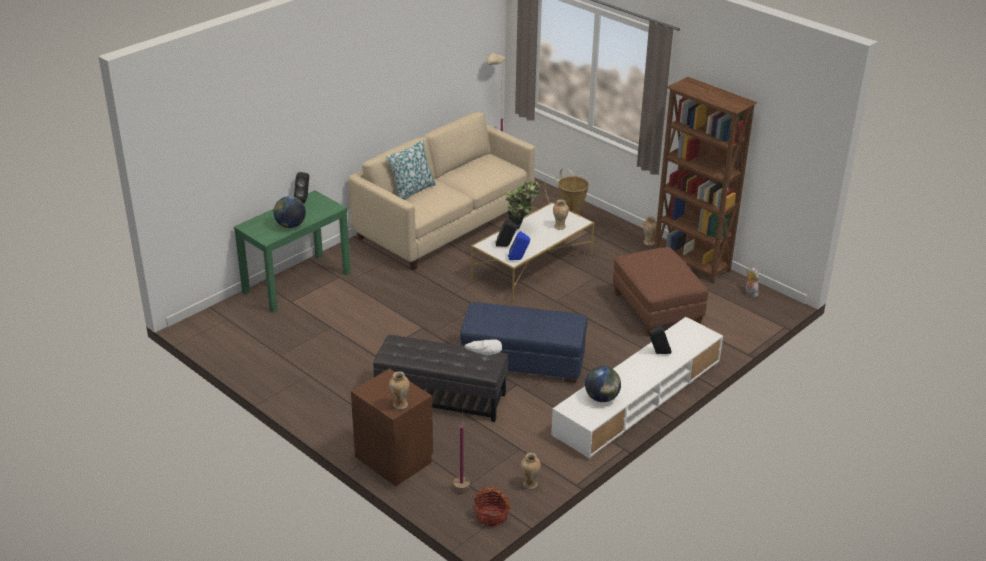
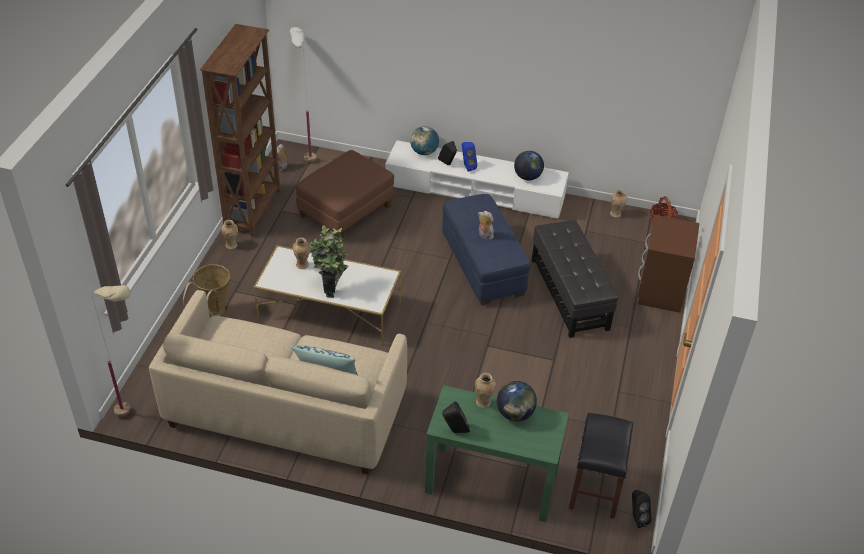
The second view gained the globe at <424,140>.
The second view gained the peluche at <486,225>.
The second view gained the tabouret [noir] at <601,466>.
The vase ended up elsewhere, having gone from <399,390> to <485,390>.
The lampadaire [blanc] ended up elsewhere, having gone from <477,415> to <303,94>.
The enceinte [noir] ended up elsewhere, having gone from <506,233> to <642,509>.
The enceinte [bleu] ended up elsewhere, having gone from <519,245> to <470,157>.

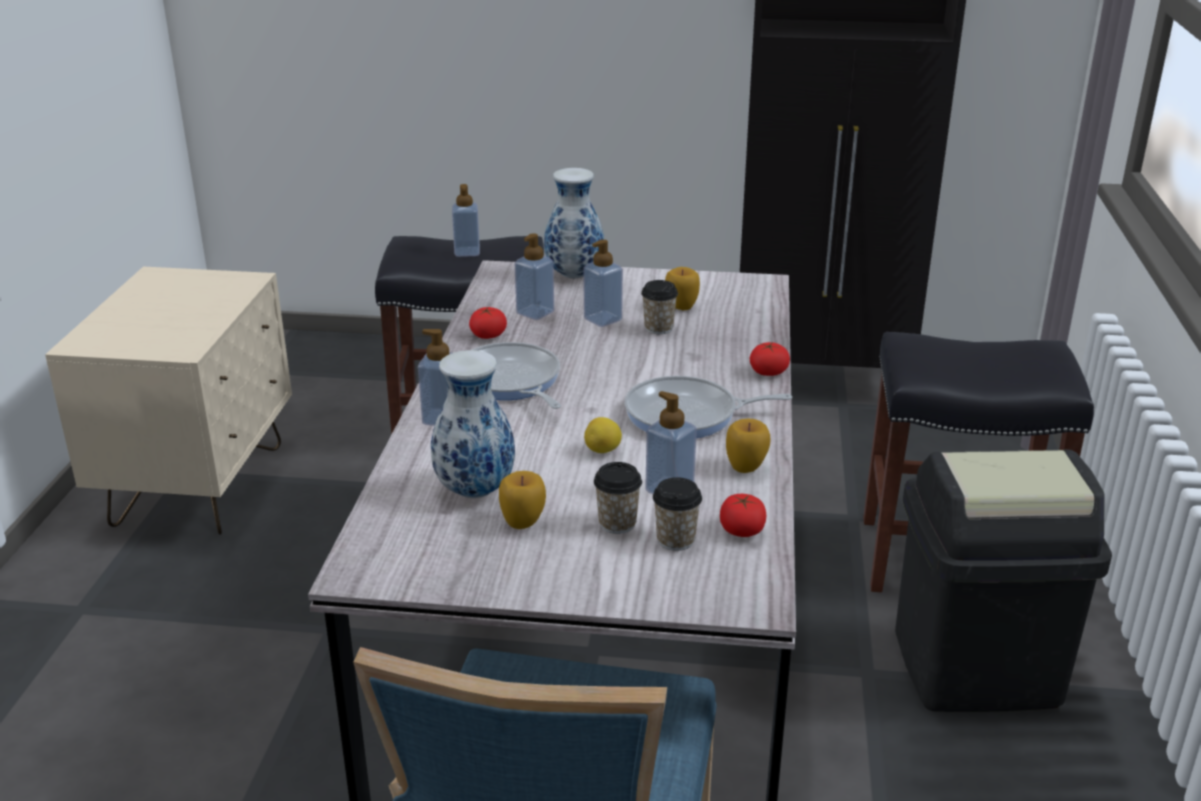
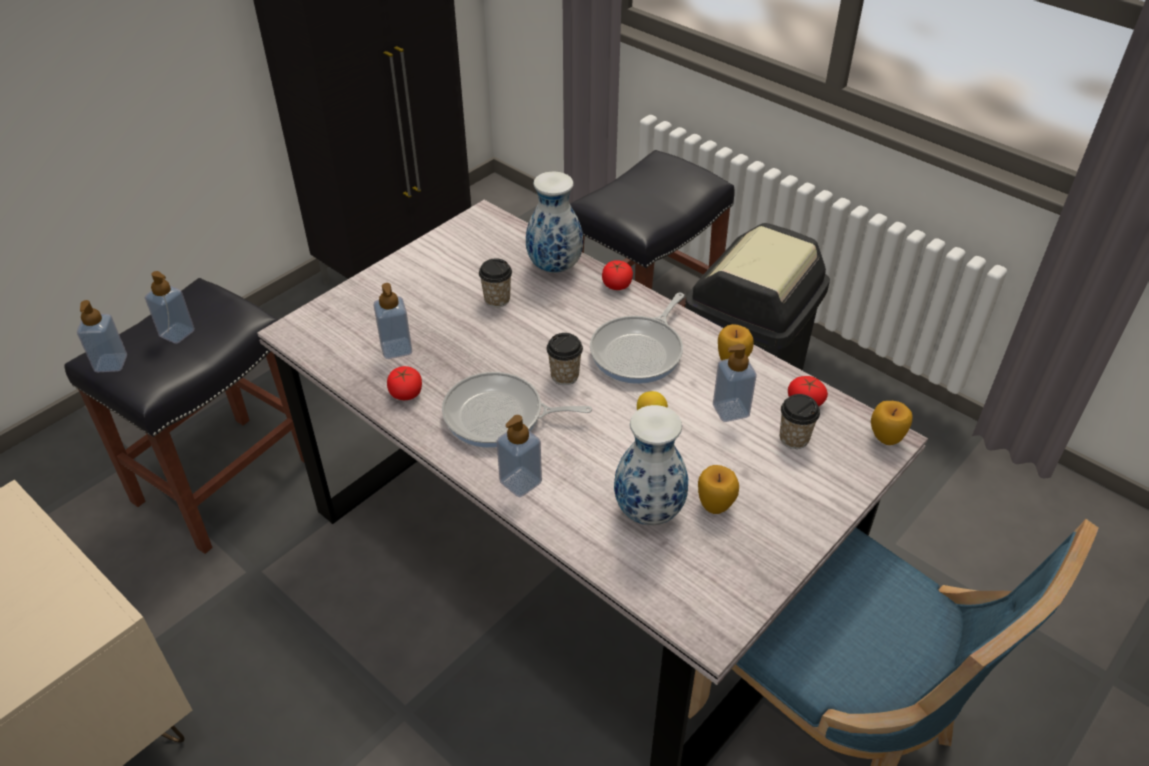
The vase ended up elsewhere, having gone from <574,223> to <554,222>.
The distributeur de savon ended up elsewhere, having gone from <603,283> to <102,336>.
The tasse ended up elsewhere, having gone from <618,498> to <565,359>.
The pomme ended up elsewhere, having gone from <682,288> to <892,423>.

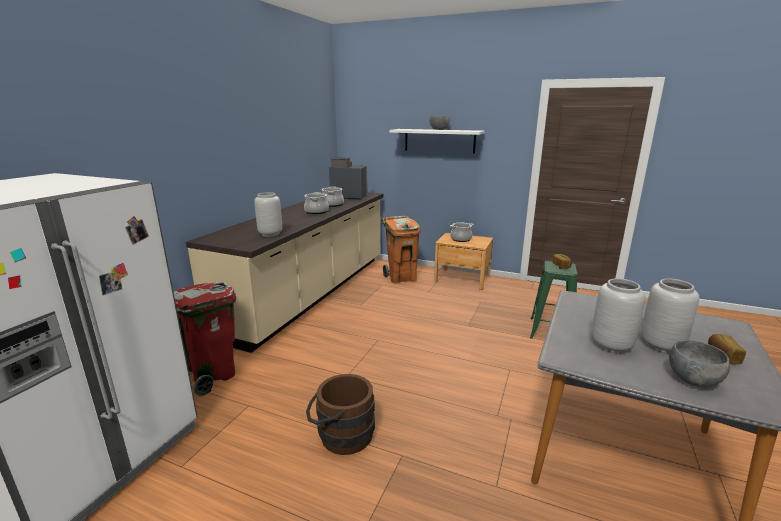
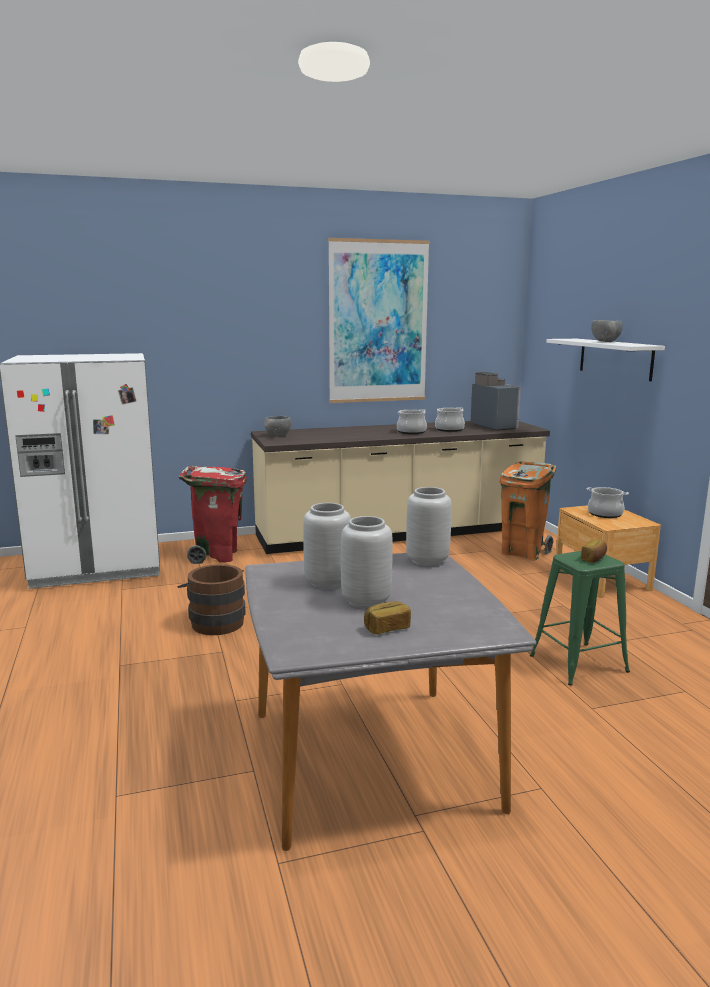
The second view gained the tableau at <379,320>.
The vase [gris] ended up elsewhere, having gone from <268,214> to <429,526>.
The bol [gris] ended up elsewhere, having gone from <699,363> to <277,426>.

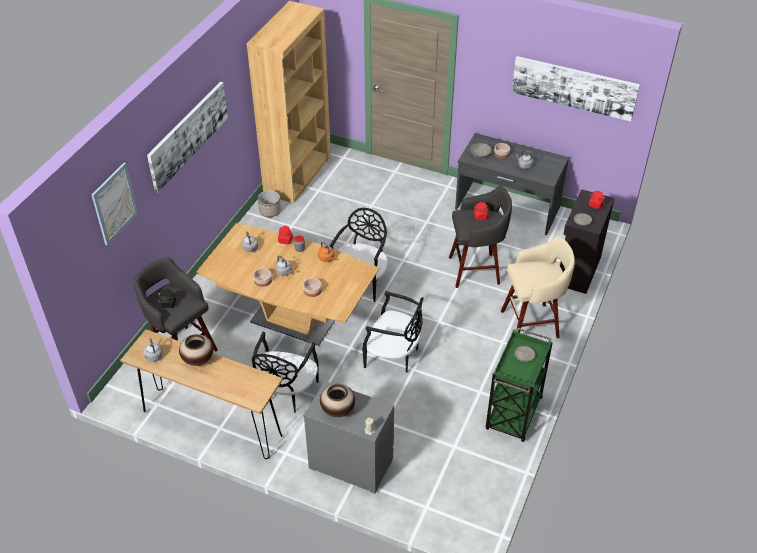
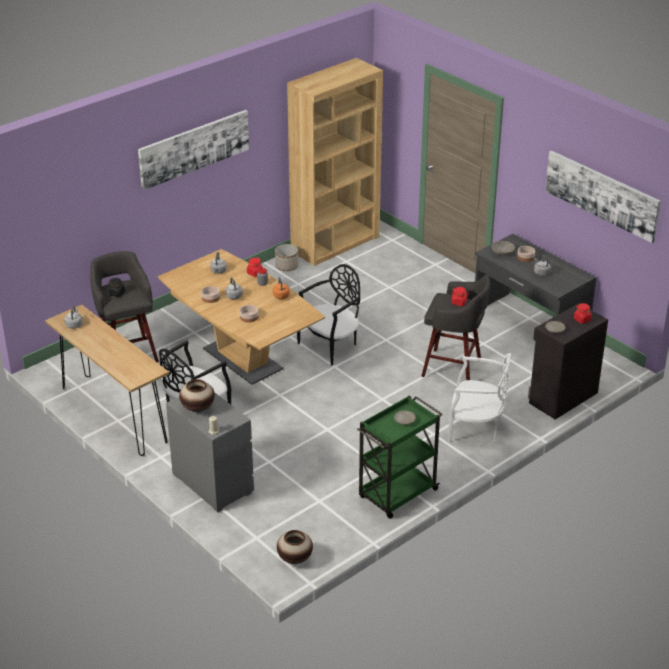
The second view lost the tableau at <115,204>.
The second view lost the chaise [noir] at <393,332>.
The vase ended up elsewhere, having gone from <196,350> to <295,547>.
Where the tabouret [beige] stood at <538,287>, the chaise [blanc] came to stand at <479,397>.

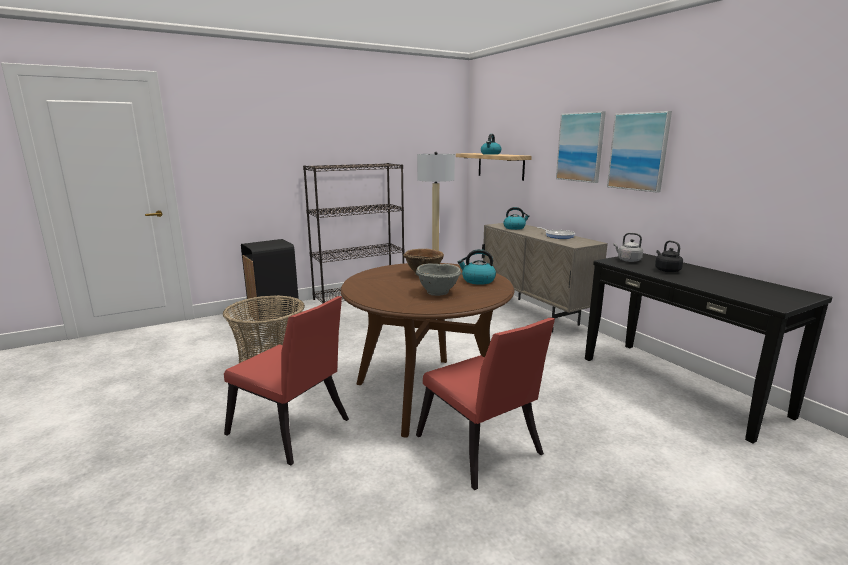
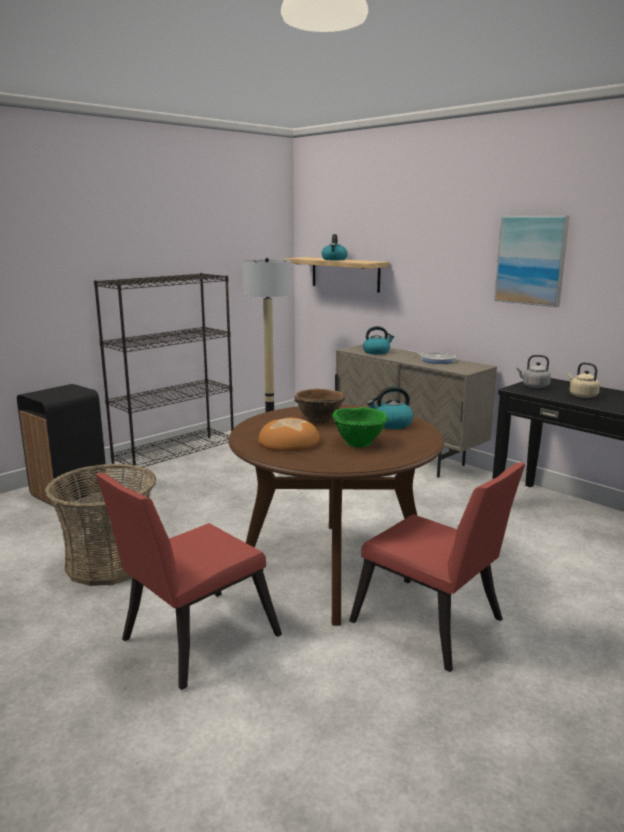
The second view lost the tableau at <581,147>.
The second view gained the pain at <289,434>.
What was the bol [gris] at <439,280> turned into the bol [vert] at <360,427>.
What was the bouilloire [noir] at <669,256> turned into the bouilloire [beige] at <584,380>.
The chaise [rouge] at <286,381> ended up facing another way, 120 degrees clockwise from before.

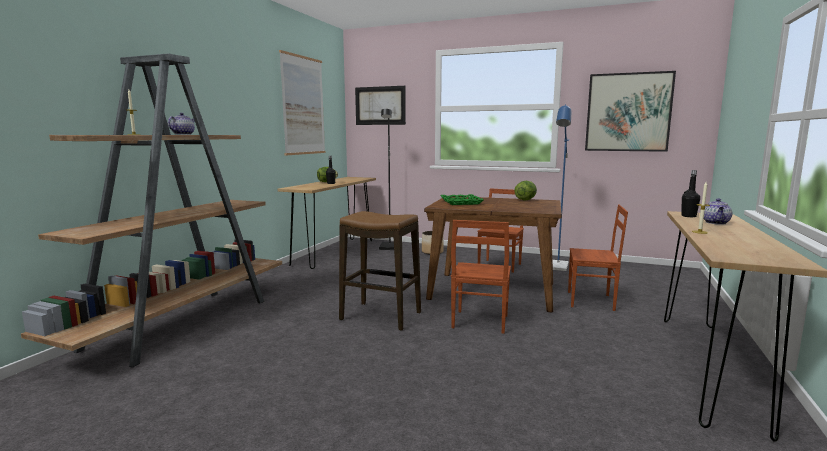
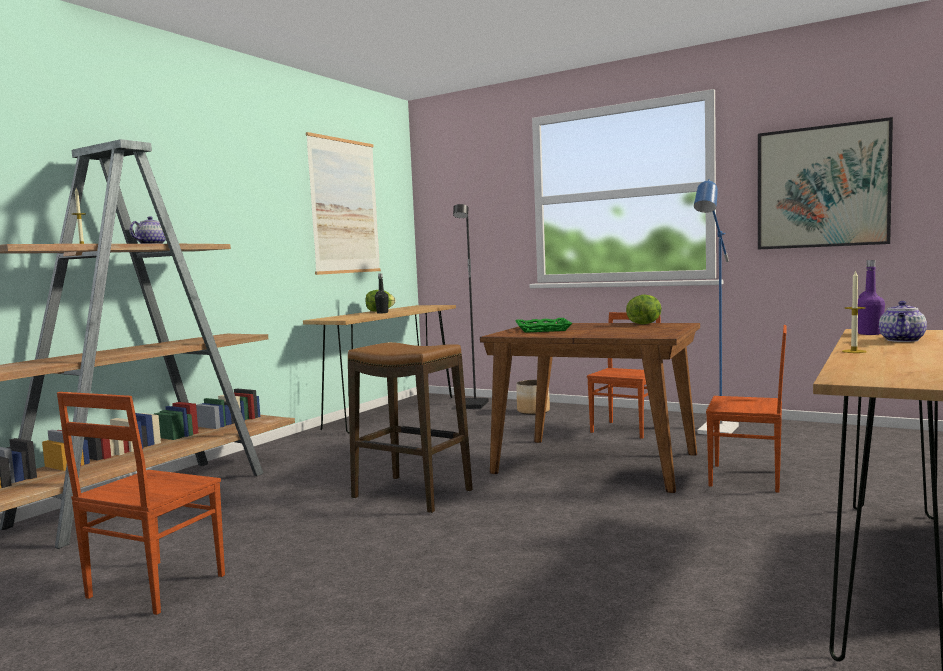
The second view lost the tableau at <380,105>.
The chaise [marron] ended up elsewhere, having gone from <481,277> to <141,503>.
What was the bouteille [noir] at <690,193> turned into the bouteille [violet] at <871,297>.

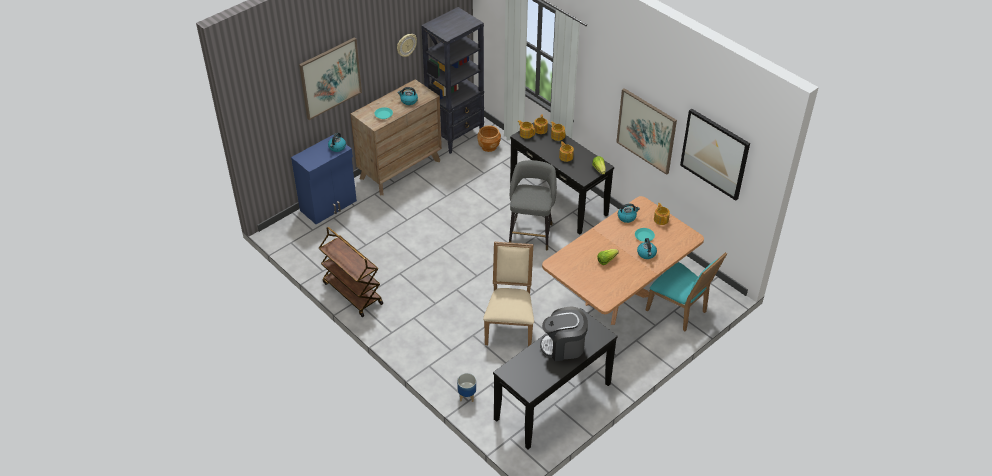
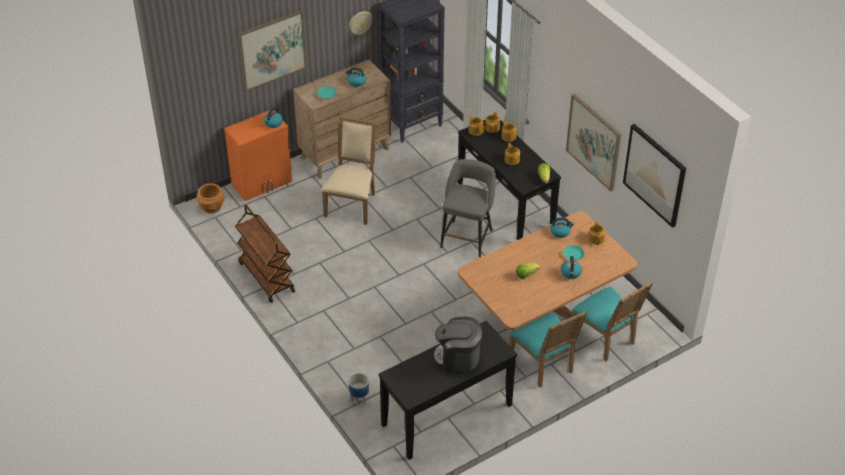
The second view gained the chaise [turquoise] at <548,349>.
The cache-pot [marron] ended up elsewhere, having gone from <489,138> to <210,198>.
The chaise [beige] ended up elsewhere, having gone from <508,294> to <348,171>.
What was the meuble de rangement [bleu] at <324,179> turned into the meuble de rangement [orange] at <258,155>.

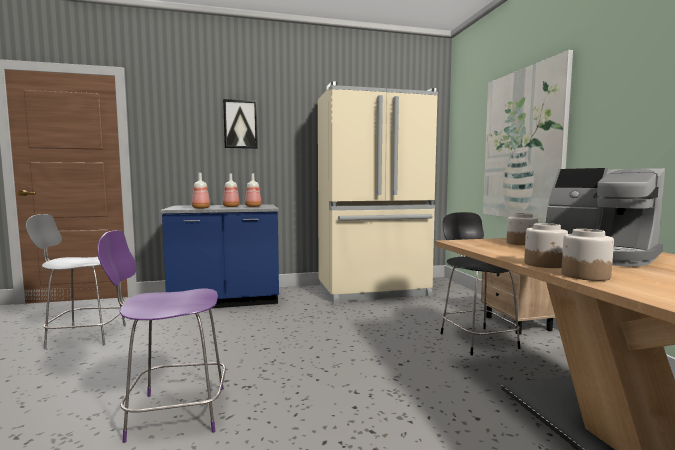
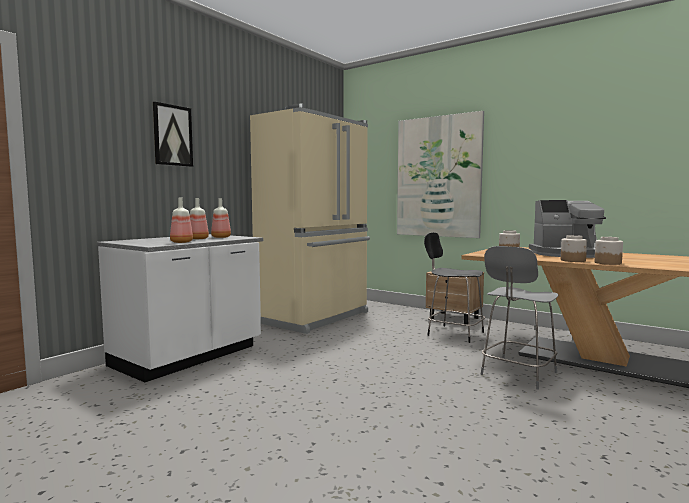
The second view lost the chaise [violet] at <161,336>.
The chaise [gris] ended up elsewhere, having gone from <76,281> to <520,318>.
What was the comptoir de cuisine [bleu] at <219,256> turned into the comptoir de cuisine [blanc] at <180,308>.

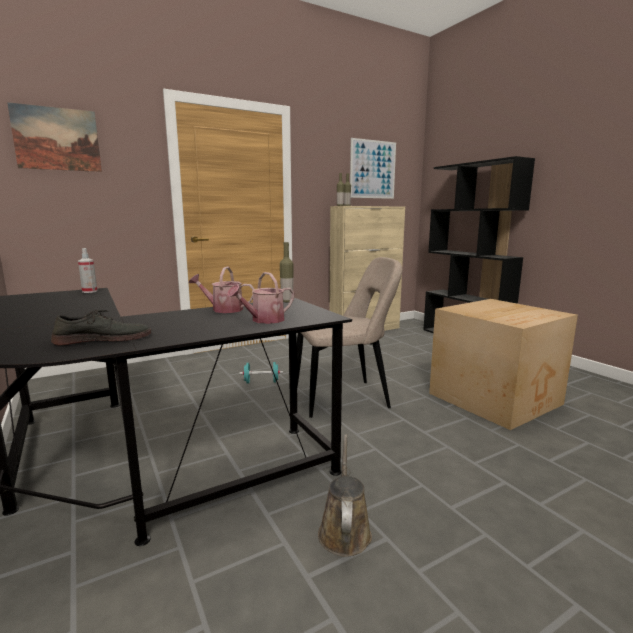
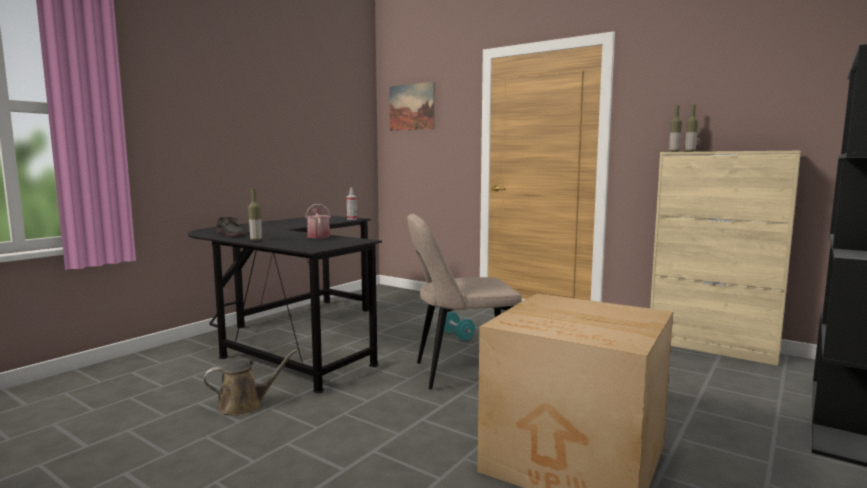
The second view lost the arrosoir at <260,298>.
The second view lost the tableau at <373,168>.
The bouteille ended up elsewhere, having gone from <286,272> to <255,215>.
The chaise [beige] at <350,337> ended up facing another way, 120 degrees clockwise from before.

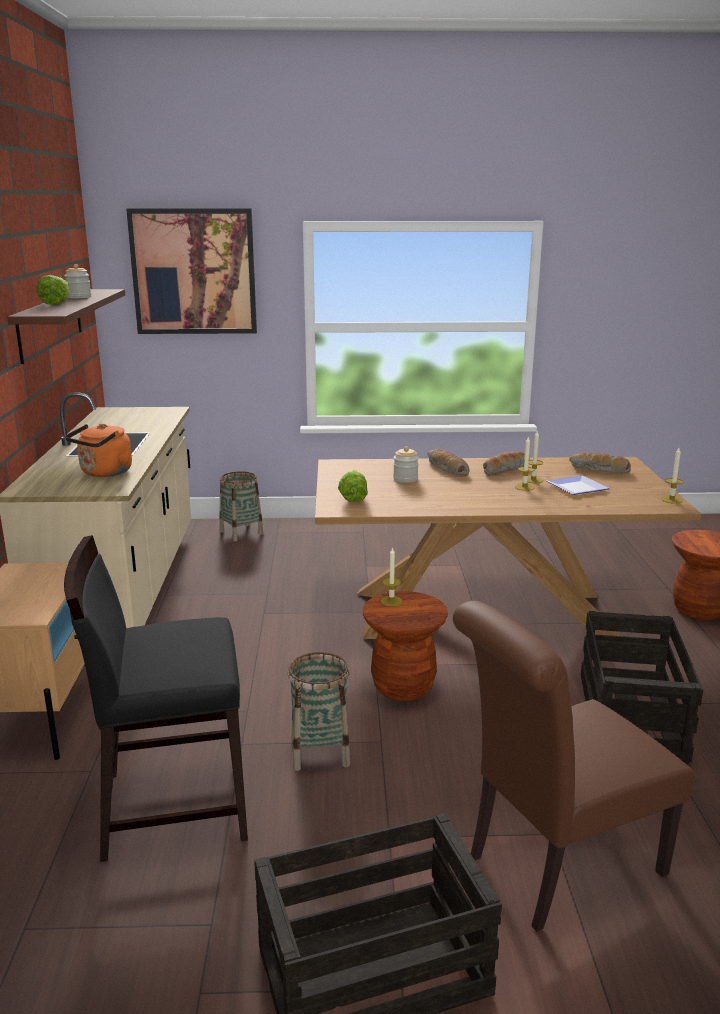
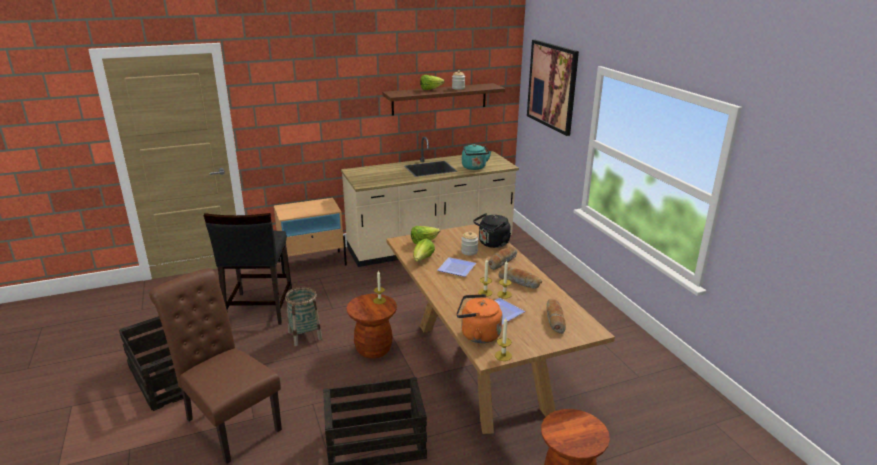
The second view lost the panier at <241,506>.
The second view gained the laitue at <424,250>.
The second view gained the assiette at <456,267>.
The second view gained the bouilloire [turquoise] at <476,157>.
The second view gained the bouilloire [noir] at <492,230>.
The bouilloire [orange] ended up elsewhere, having gone from <98,450> to <479,318>.
The chaise [noir] at <156,698> ended up facing another way, 150 degrees counterclockwise from before.

